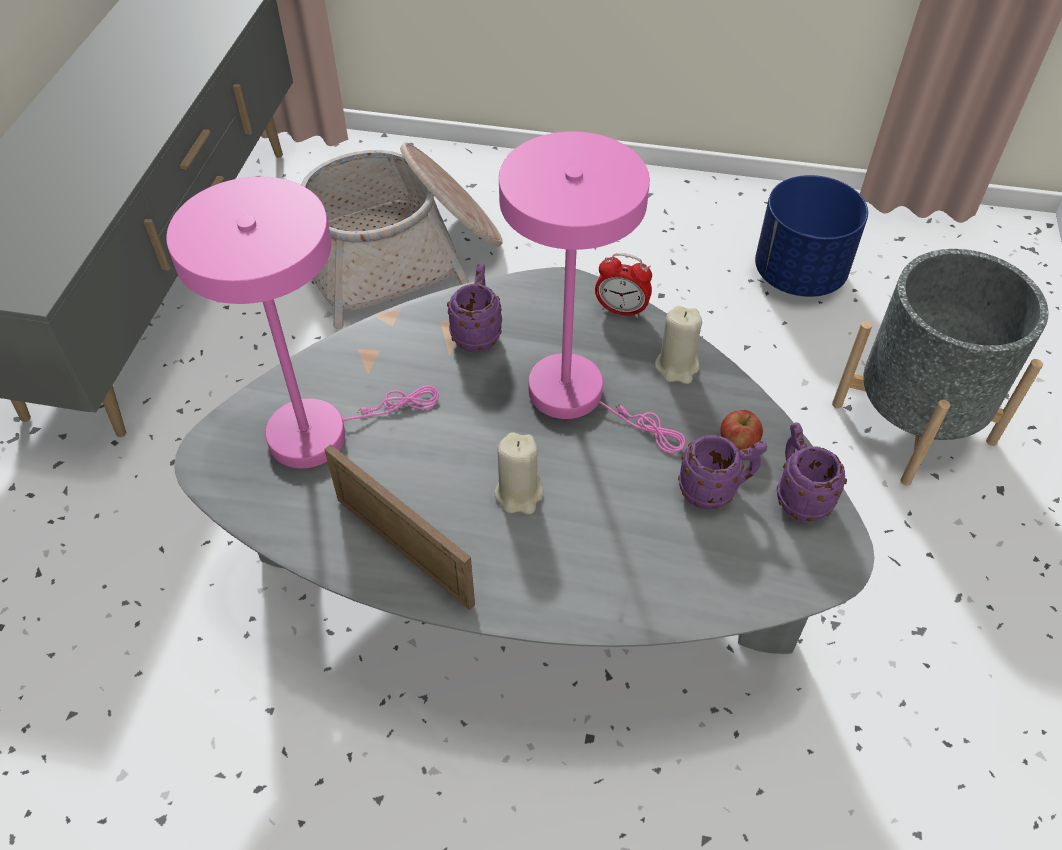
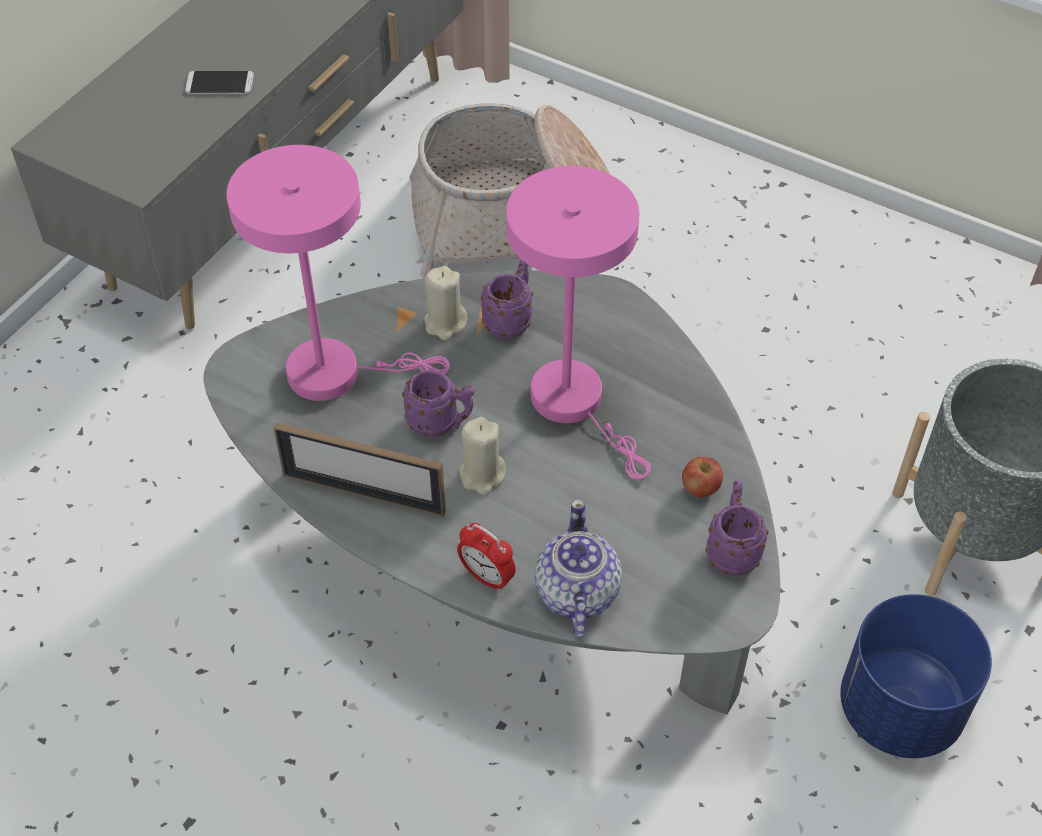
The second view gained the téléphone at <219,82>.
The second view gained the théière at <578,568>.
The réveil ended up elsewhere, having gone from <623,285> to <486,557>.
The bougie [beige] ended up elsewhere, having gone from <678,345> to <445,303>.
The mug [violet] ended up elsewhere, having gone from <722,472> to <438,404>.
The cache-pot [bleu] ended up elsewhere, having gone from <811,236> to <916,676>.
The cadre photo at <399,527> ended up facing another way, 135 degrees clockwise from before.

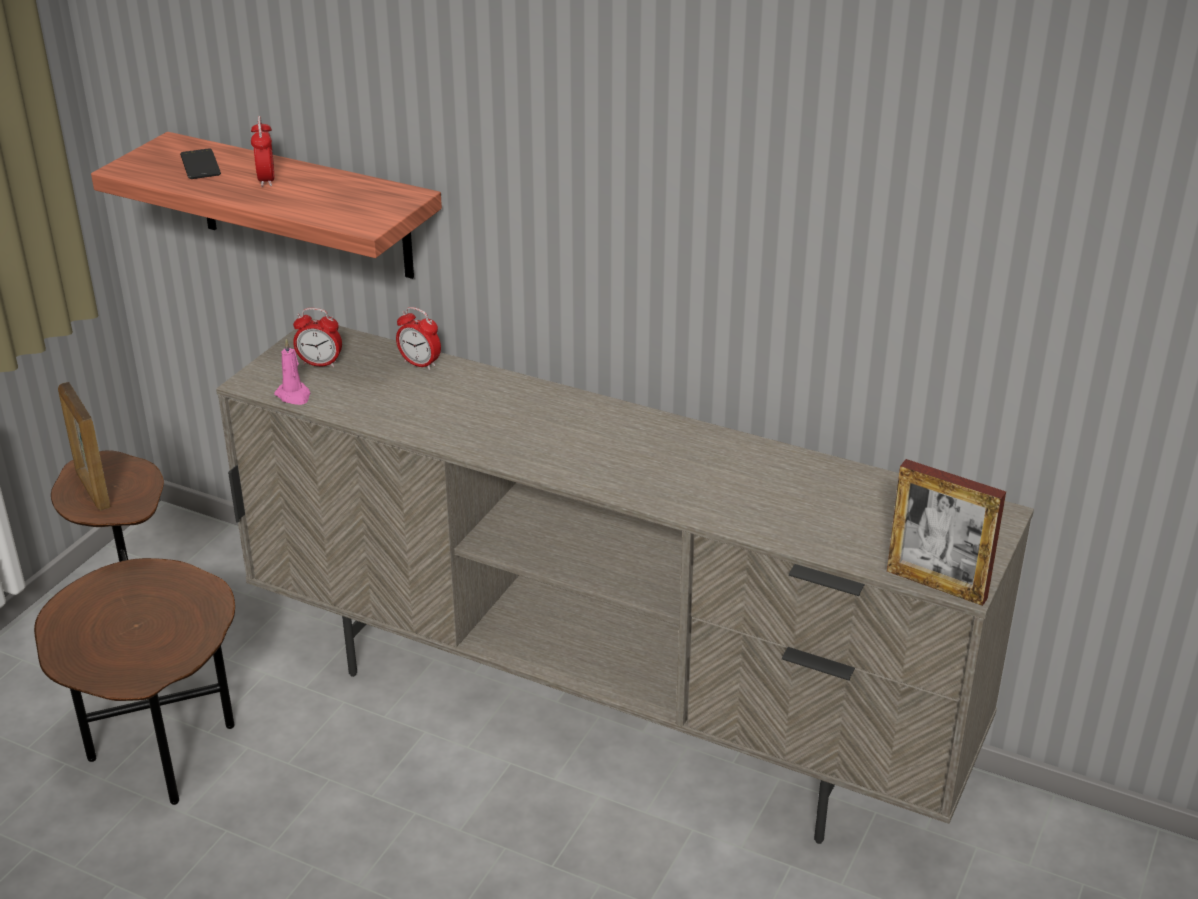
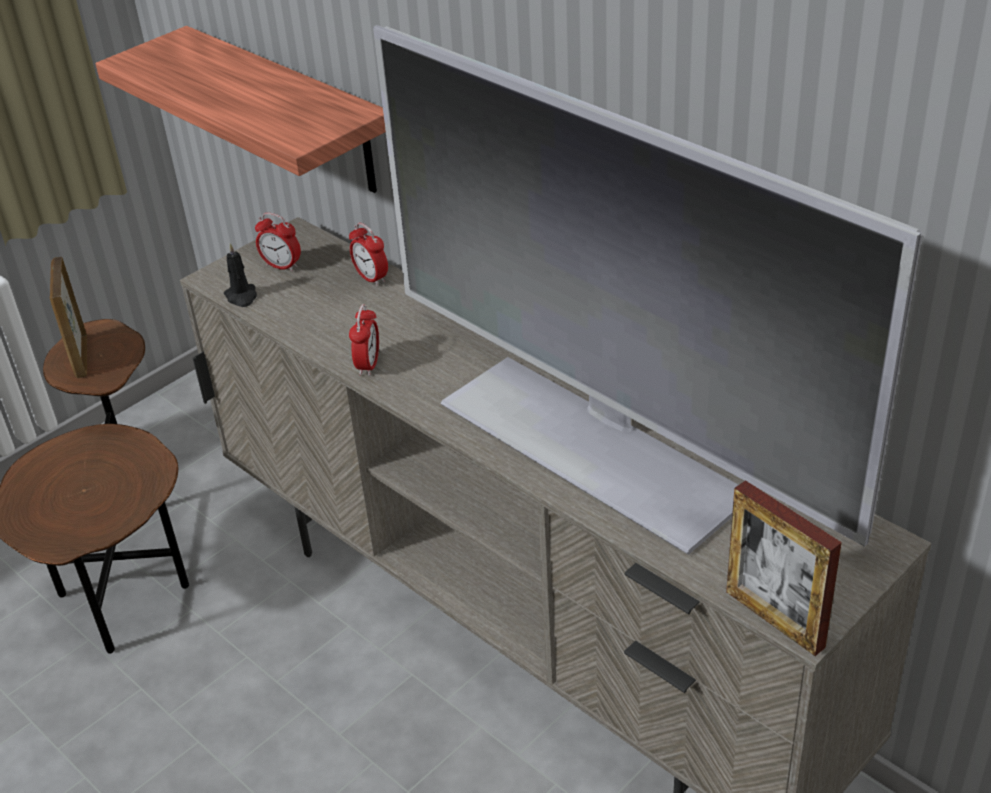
The second view lost the téléphone at <200,163>.
The second view gained the téléviseur at <648,289>.
The réveil ended up elsewhere, having gone from <262,151> to <364,340>.
What was the bougie [rose] at <292,372> turned into the bougie [noir] at <240,275>.

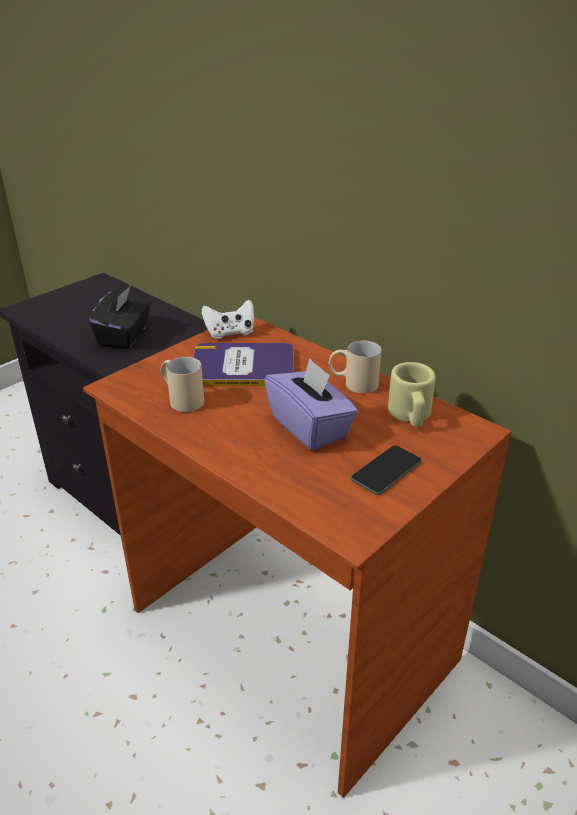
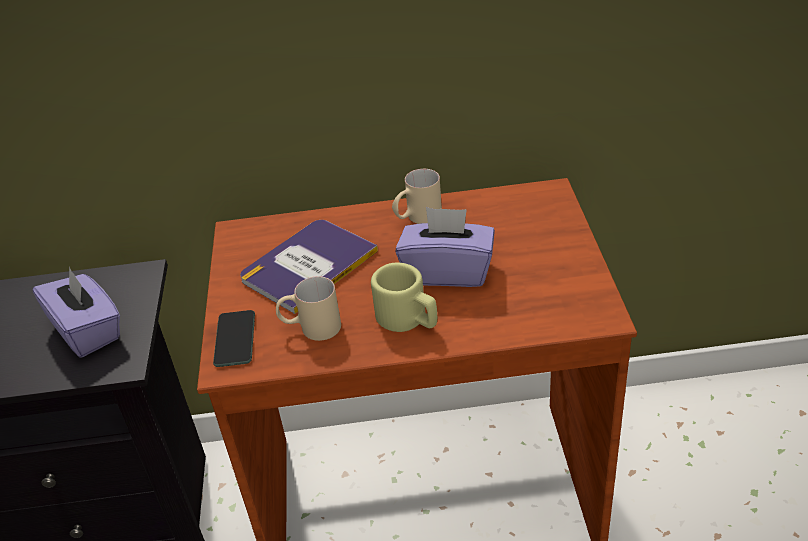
The second view lost the manette [blanc] at <228,319>.
The téléphone ended up elsewhere, having gone from <386,470> to <234,338>.
The mug [beige] ended up elsewhere, having gone from <412,394> to <404,297>.
What was the boîte à mouchoirs [noir] at <120,317> turned into the boîte à mouchoirs [violet] at <76,312>.

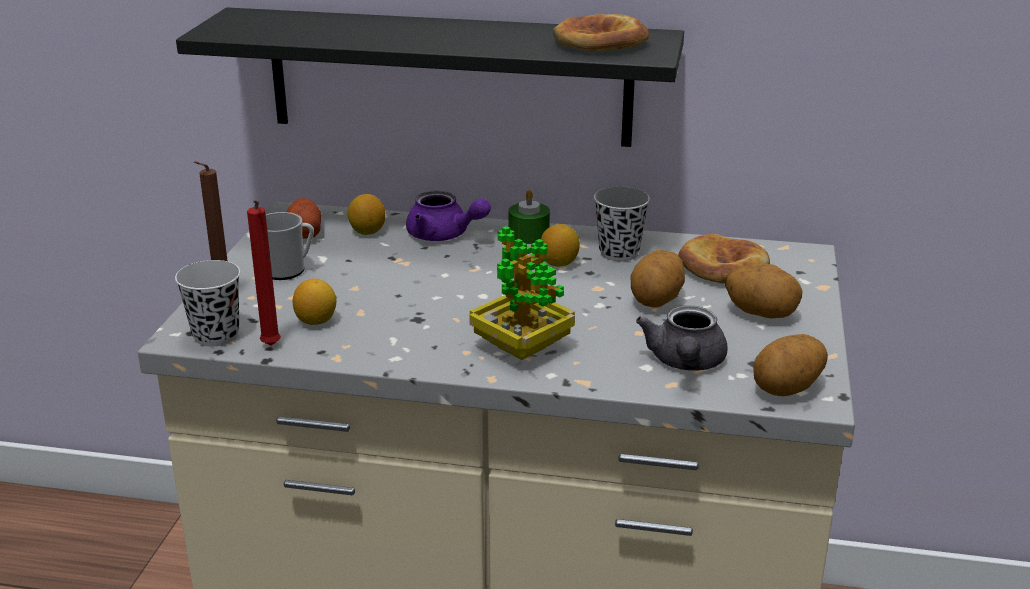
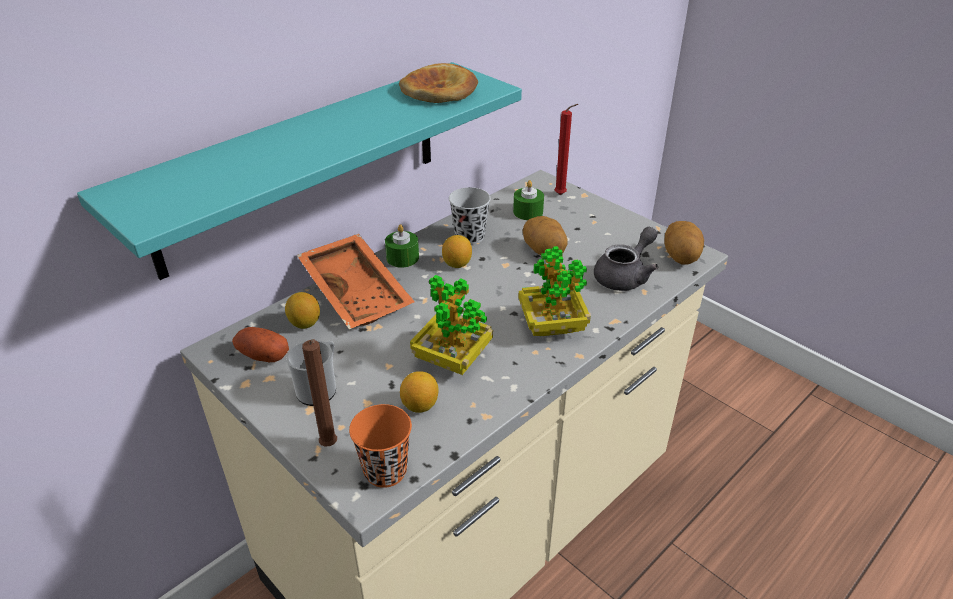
The second view lost the pomme de terre at <764,290>.
The second view gained the plante en pot at <451,325>.
The bougie [rouge] ended up elsewhere, having gone from <264,273> to <566,149>.
Where the théière [violet] stood at <448,216>, the plateau [orange] came to stand at <356,281>.
Where the pain stood at <724,259>, the bougie [vert] came to stand at <528,200>.
What was the tasse [noir] at <207,303> turned into the tasse [orange] at <380,446>.
What was the étagère [noir] at <430,77> turned into the étagère [turquoise] at <299,171>.
The théière [gris] at <682,338> ended up facing another way, 90 degrees counterclockwise from before.

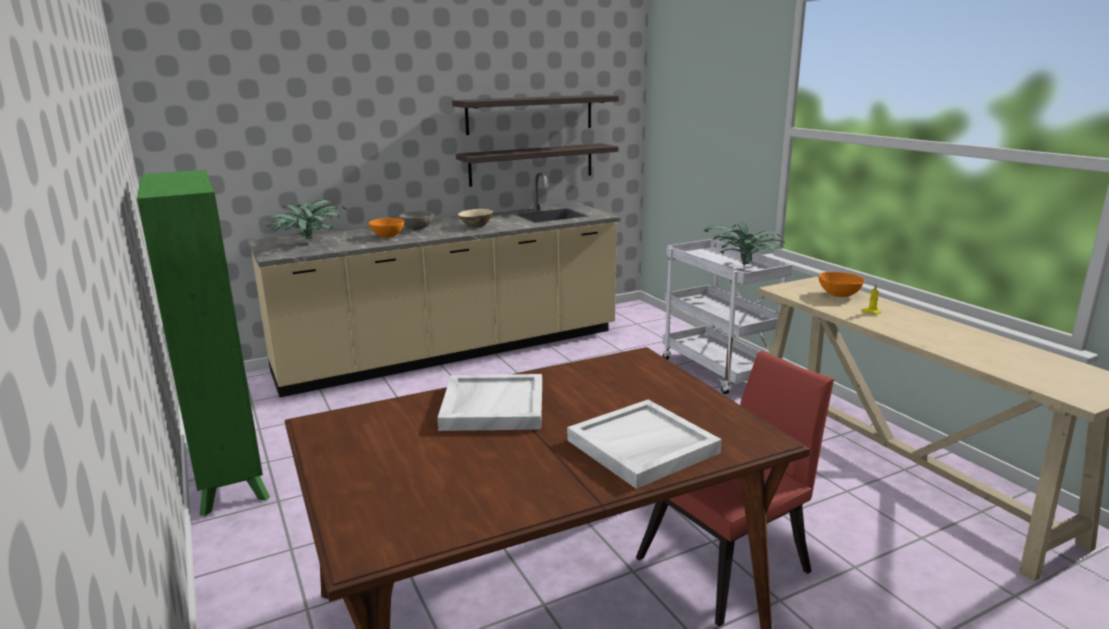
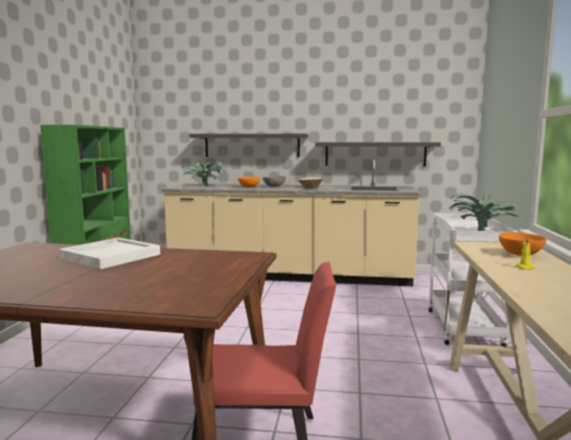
The second view lost the plateau [blanc] at <644,444>.
The étagère ended up elsewhere, having gone from <535,115> to <248,145>.

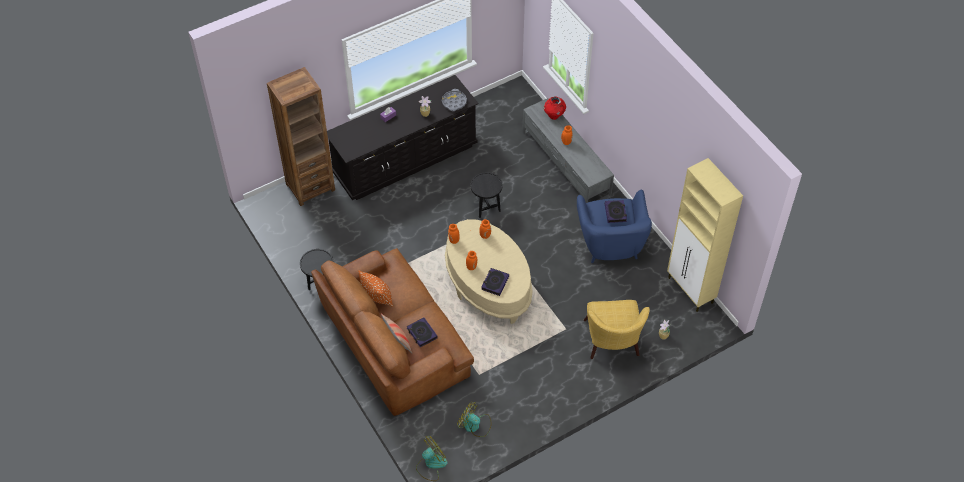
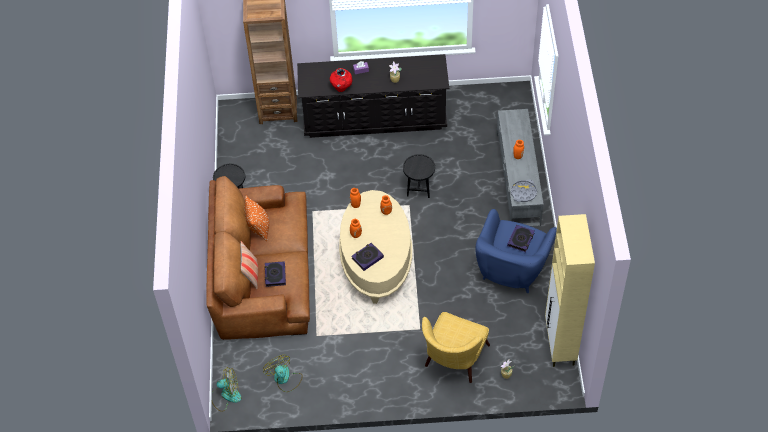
The plateau [gris] ended up elsewhere, having gone from <454,100> to <524,190>.
The vase [rouge] ended up elsewhere, having gone from <555,108> to <341,80>.

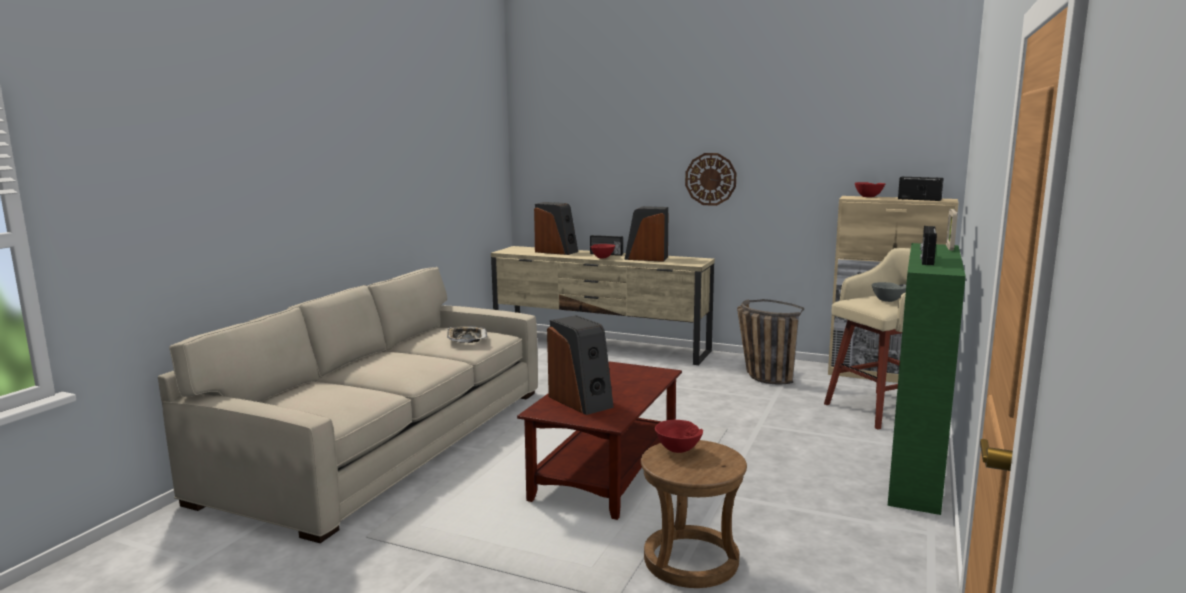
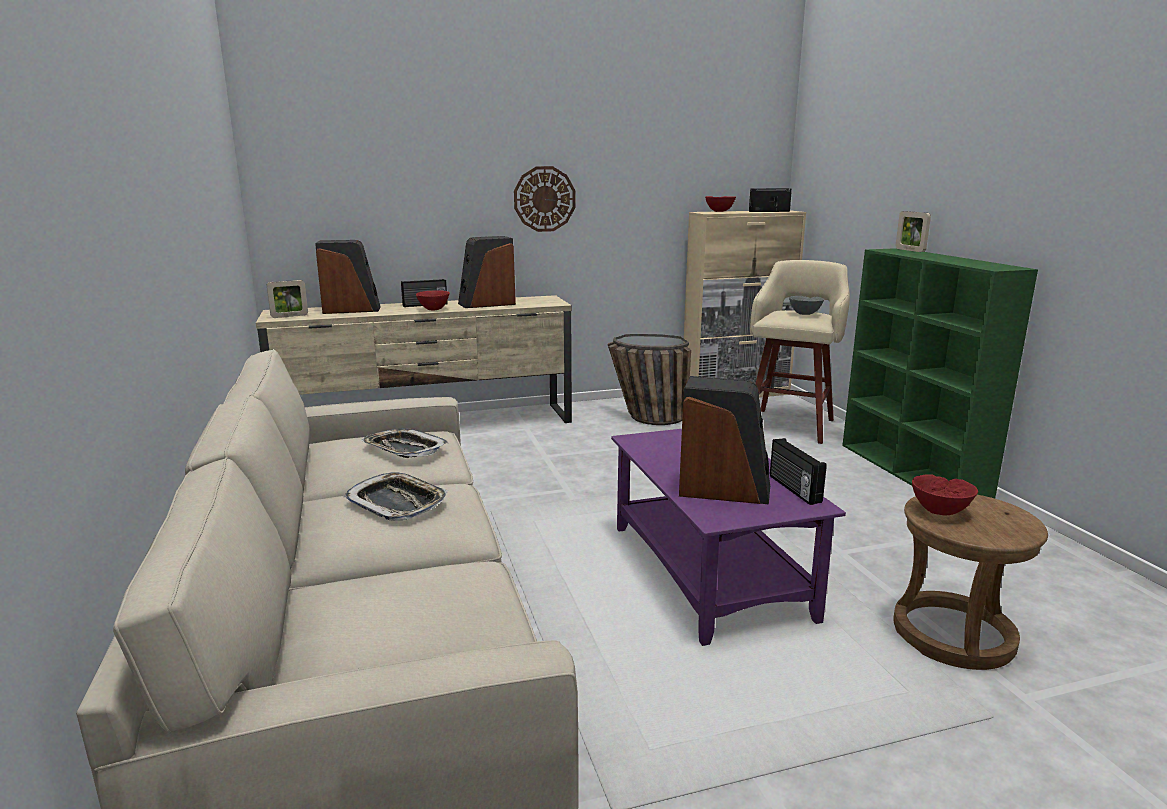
The second view gained the cadre photo at <287,299>.
The second view gained the plateau at <396,496>.
The radio ended up elsewhere, having gone from <928,245> to <798,471>.
What was the table basse [marron] at <599,440> turned into the table basse [violet] at <728,537>.

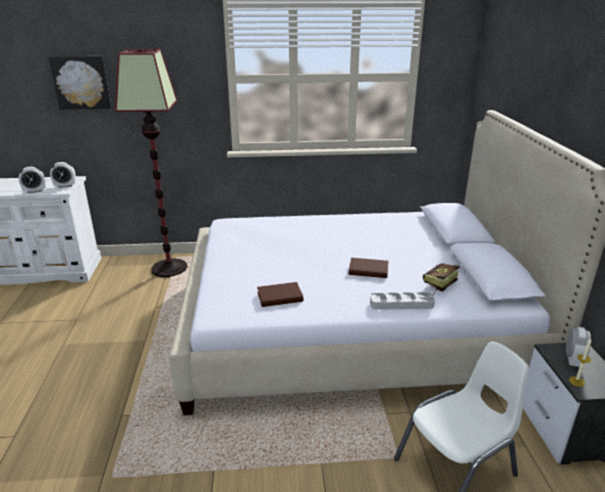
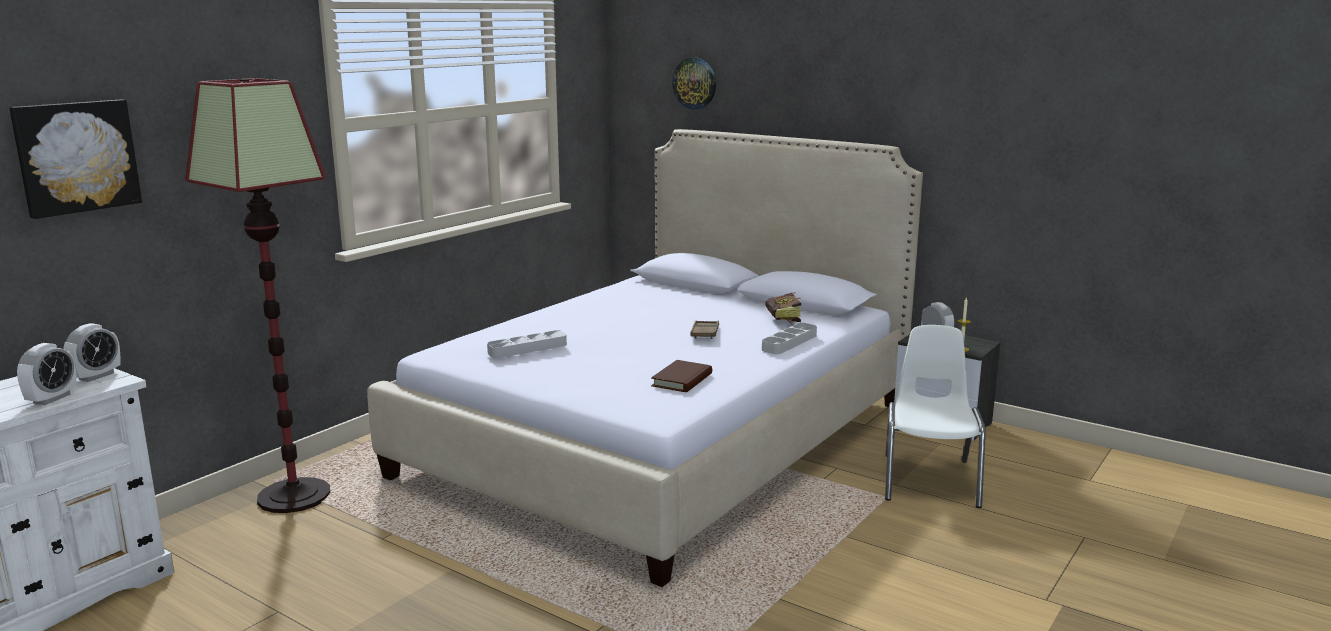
The second view gained the plateau [gris] at <527,344>.
The second view gained the horloge murale at <694,83>.
Where the livre [marron] stood at <368,268>, the plateau [marron] came to stand at <704,329>.

